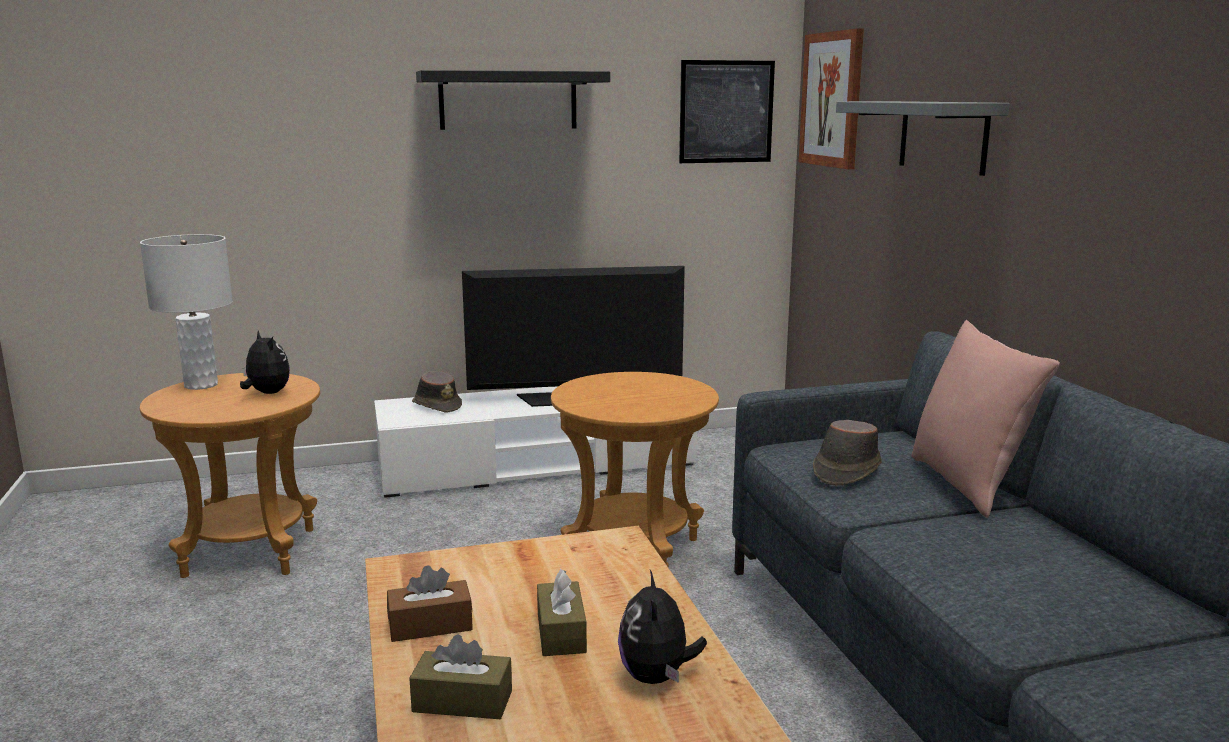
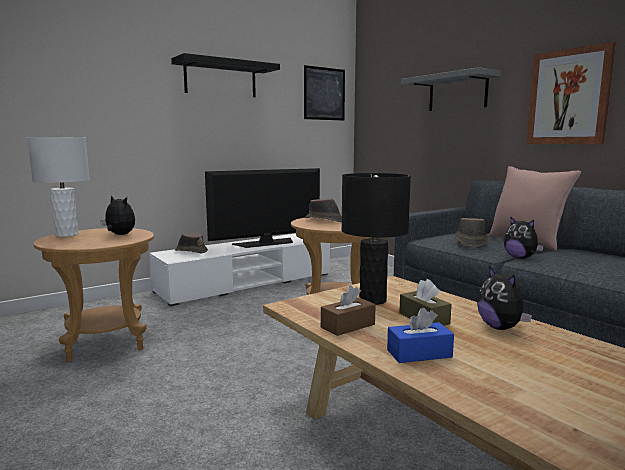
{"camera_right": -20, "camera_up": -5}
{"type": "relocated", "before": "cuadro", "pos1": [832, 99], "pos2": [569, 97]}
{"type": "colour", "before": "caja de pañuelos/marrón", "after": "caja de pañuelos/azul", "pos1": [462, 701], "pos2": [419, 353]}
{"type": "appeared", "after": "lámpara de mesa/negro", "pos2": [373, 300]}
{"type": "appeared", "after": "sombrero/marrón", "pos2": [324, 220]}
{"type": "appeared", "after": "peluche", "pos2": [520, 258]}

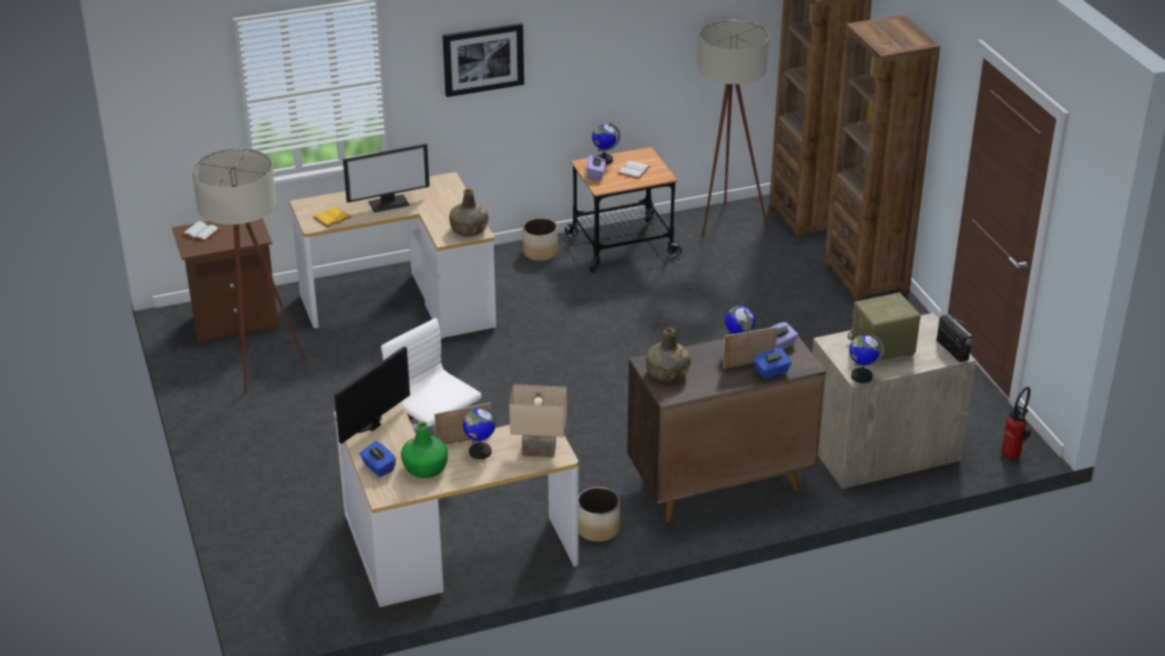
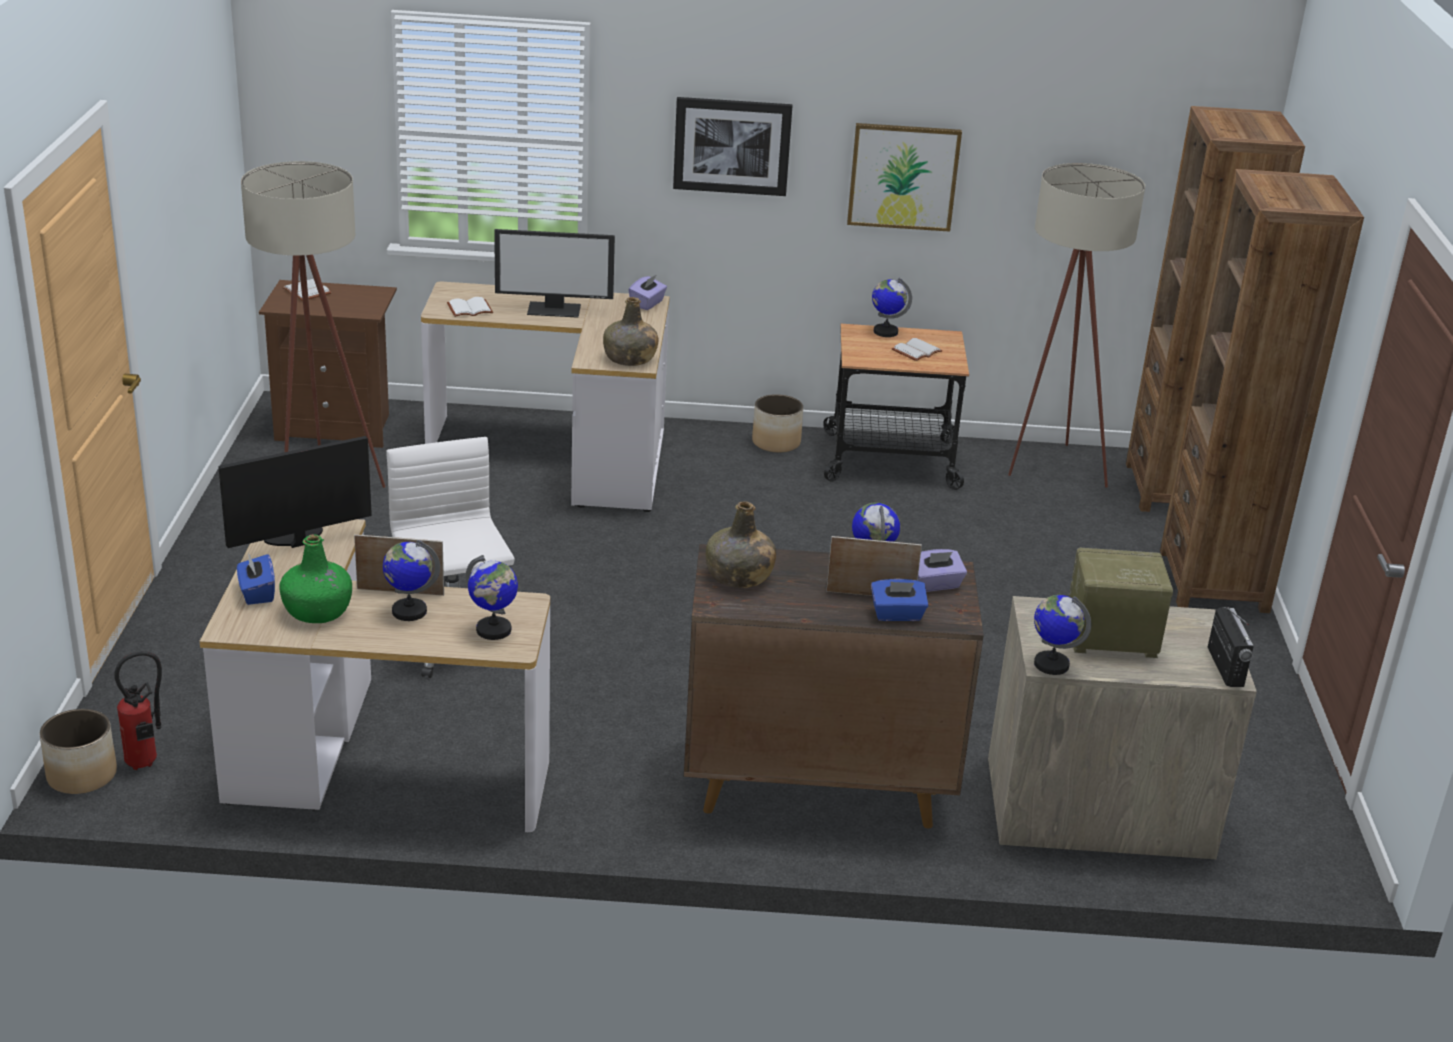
{"camera_right": 20, "camera_up": -5}
{"type": "relocated", "before": "caja de pañuelos/morado", "pos1": [596, 174], "pos2": [647, 303]}
{"type": "colour", "before": "libro/amarillo", "after": "libro/blanco", "pos1": [332, 218], "pos2": [470, 308]}
{"type": "exchanged", "before": "lámpara de mesa/beis", "after": "globo terráqueo", "pos1": [539, 449], "pos2": [493, 630]}
{"type": "relocated", "before": "extintor", "pos1": [1013, 454], "pos2": [147, 763]}
{"type": "relocated", "before": "maceta", "pos1": [598, 528], "pos2": [82, 775]}
{"type": "appeared", "after": "cuadro", "pos2": [903, 176]}

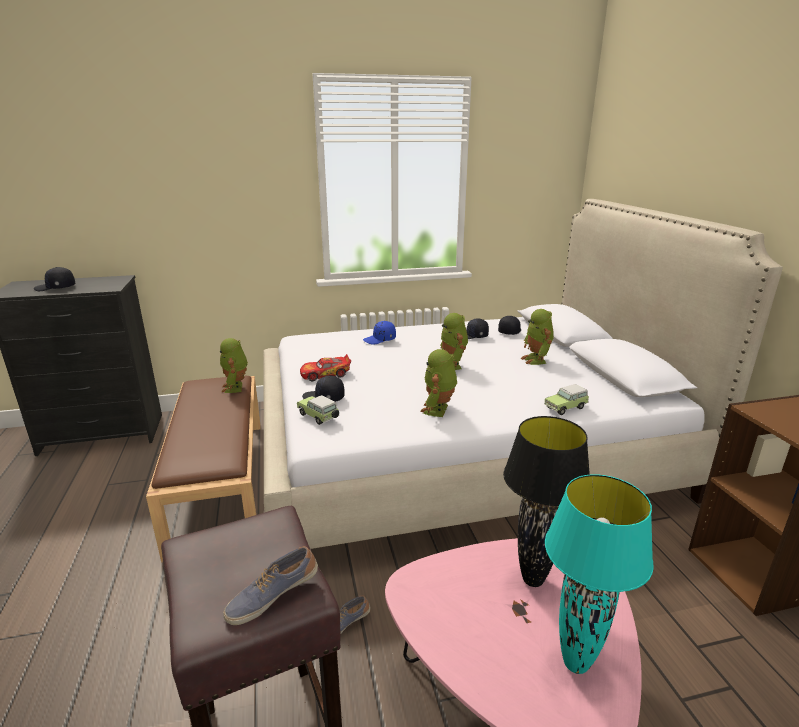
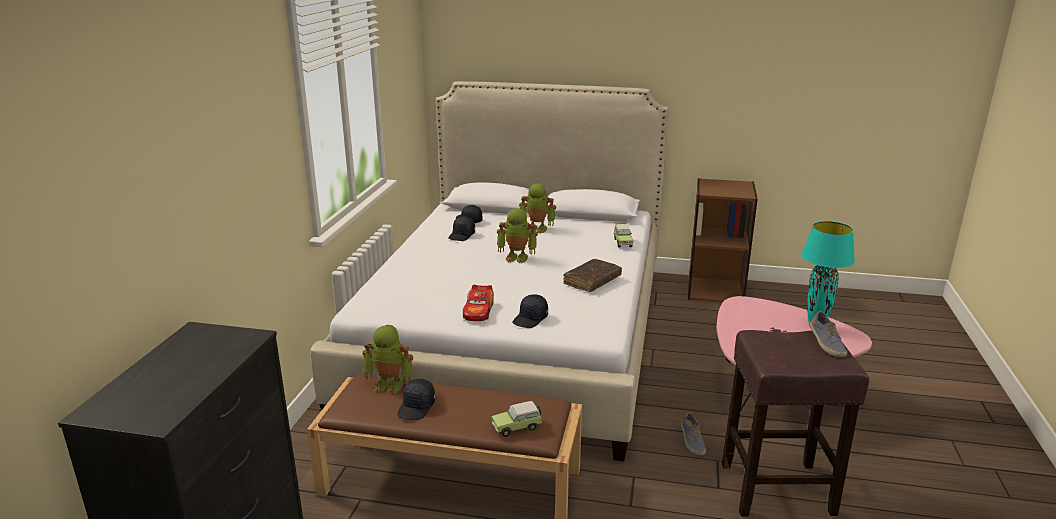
{"camera_right": -65, "camera_up": 0}
{"type": "relocated", "before": "gorra/negro", "pos1": [55, 288], "pos2": [417, 407]}
{"type": "missing", "before": "gorra/azul", "pos1": [380, 340]}
{"type": "exchanged", "before": "robot de juguete", "after": "libro/marrón", "pos1": [438, 410], "pos2": [592, 281]}
{"type": "relocated", "before": "coche de juguete", "pos1": [319, 417], "pos2": [518, 427]}
{"type": "missing", "before": "lámpara de mesa/negro", "pos1": [532, 580]}

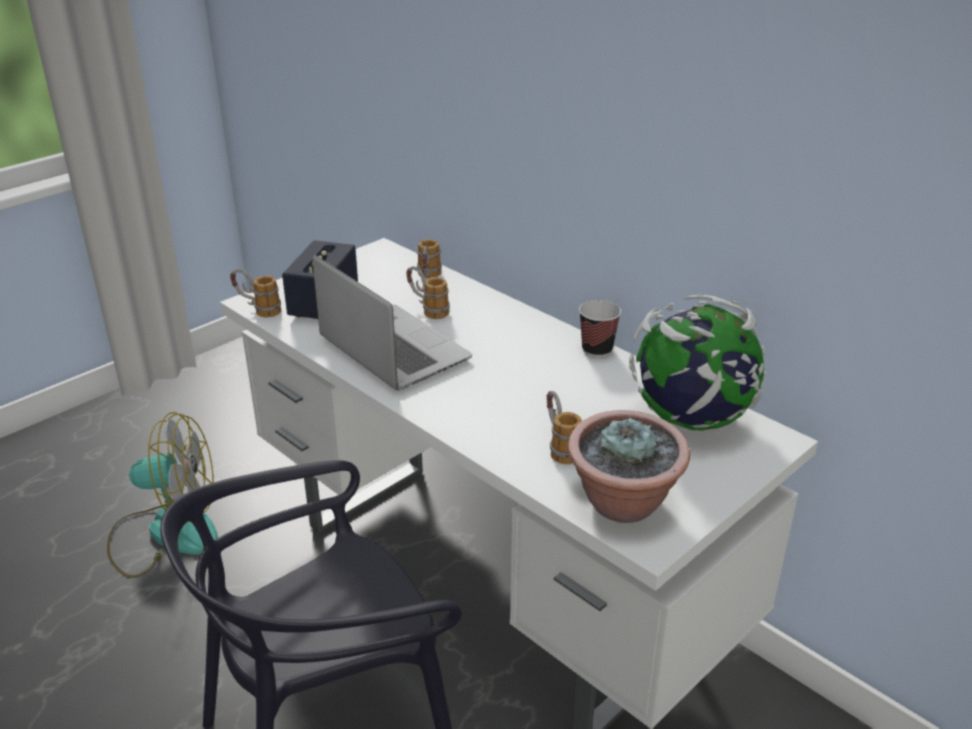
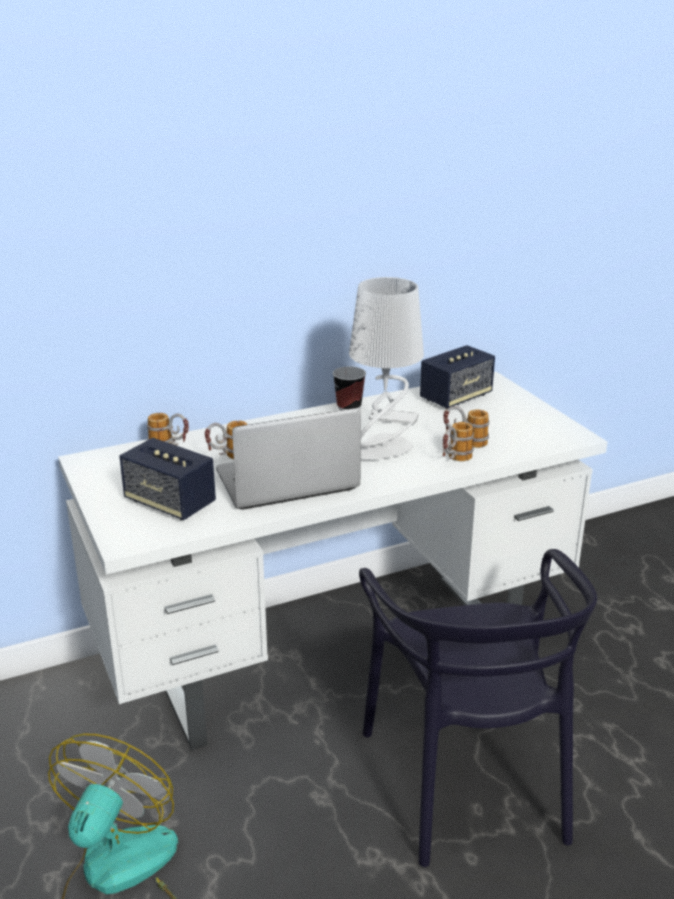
{"camera_right": -70, "camera_up": -5}
{"type": "relocated", "before": "taza grande", "pos1": [257, 310], "pos2": [454, 460]}
{"type": "exchanged", "before": "globo terráqueo", "after": "altavoz", "pos1": [690, 419], "pos2": [456, 397]}
{"type": "missing", "before": "planta en maceta", "pos1": [623, 504]}
{"type": "appeared", "after": "lámpara de mesa/gris", "pos2": [383, 450]}
{"type": "appeared", "after": "móvil", "pos2": [393, 418]}

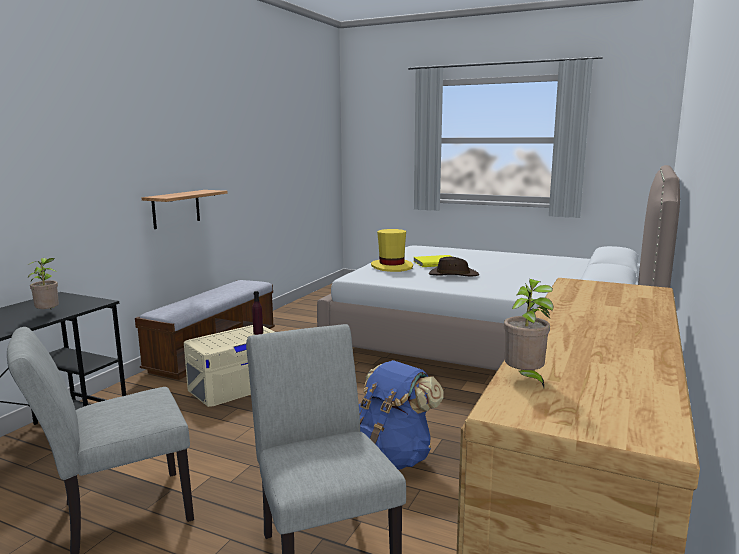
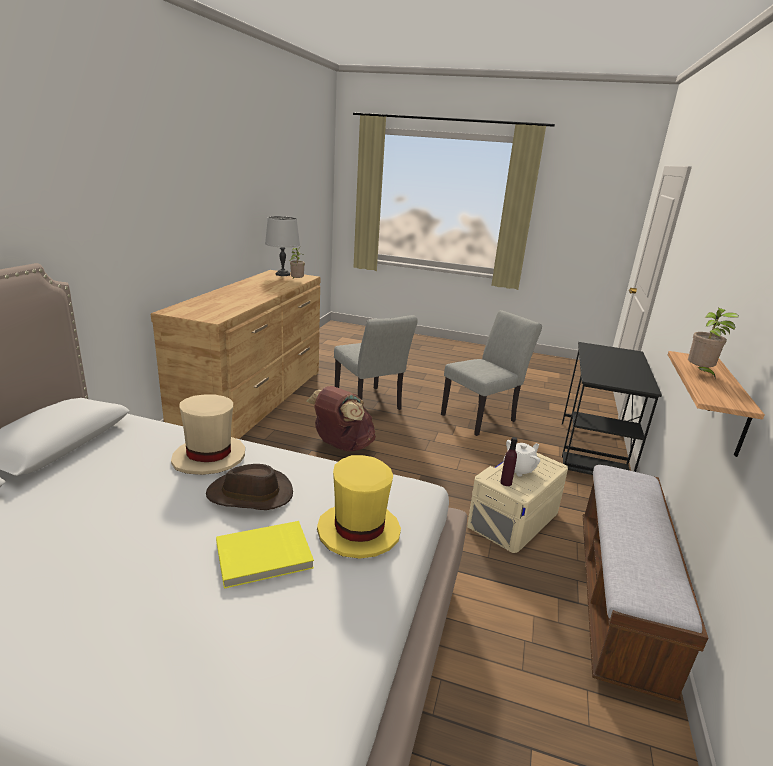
{"camera_right": 170, "camera_up": 10}
{"type": "relocated", "before": "planta en maceta", "pos1": [48, 314], "pos2": [699, 373]}
{"type": "colour", "before": "mochila/azul", "after": "mochila/marrón", "pos1": [390, 458], "pos2": [342, 446]}
{"type": "appeared", "after": "lámpara de mesa/gris", "pos2": [283, 274]}
{"type": "appeared", "after": "sombrero/beis", "pos2": [209, 457]}
{"type": "appeared", "after": "tetera/blanco", "pos2": [519, 469]}

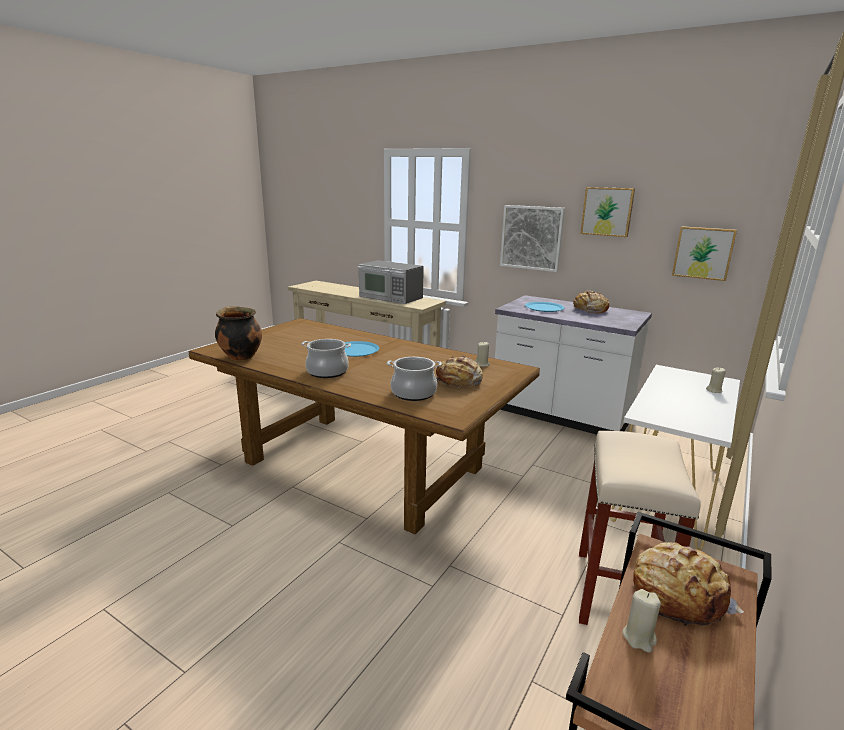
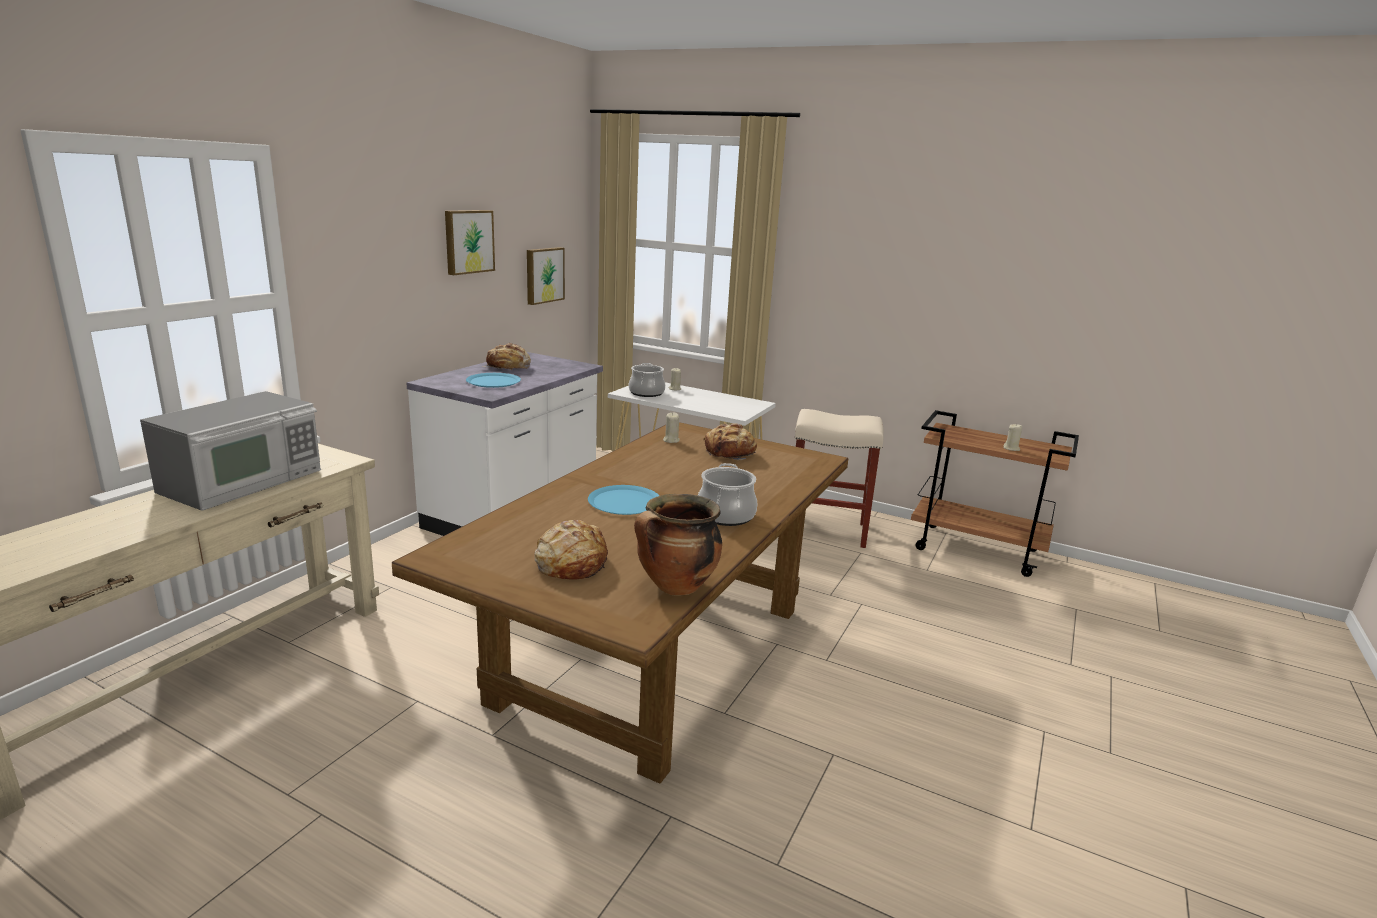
{"camera_right": -95, "camera_up": 0}
{"type": "missing", "before": "cuadro", "pos1": [531, 237]}
{"type": "relocated", "before": "olla", "pos1": [413, 393], "pos2": [646, 393]}
{"type": "relocated", "before": "pan", "pos1": [678, 594], "pos2": [571, 562]}

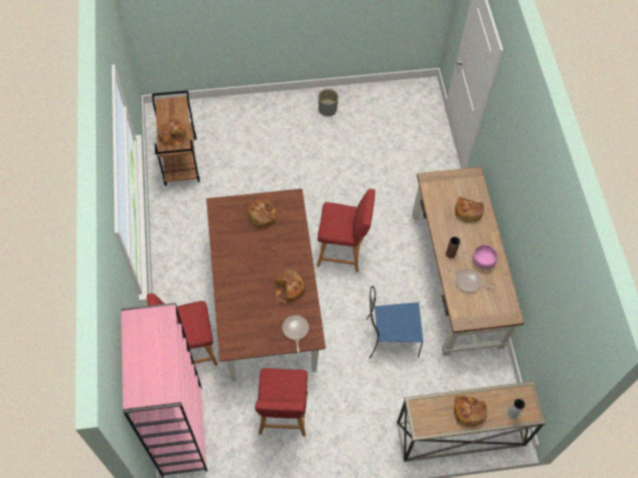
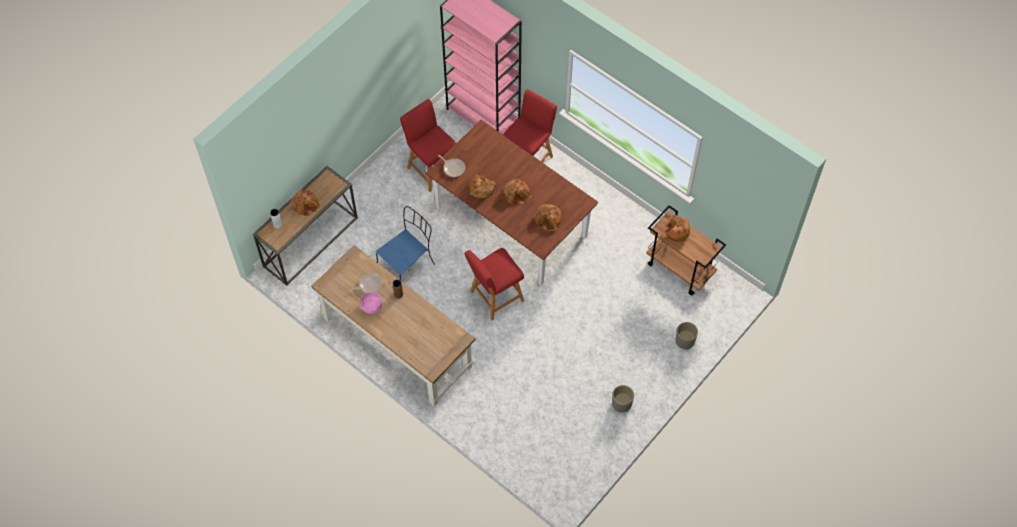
{"camera_right": 140, "camera_up": 0}
{"type": "relocated", "before": "pan", "pos1": [468, 211], "pos2": [517, 194]}
{"type": "appeared", "after": "maceta/gris", "pos2": [685, 341]}

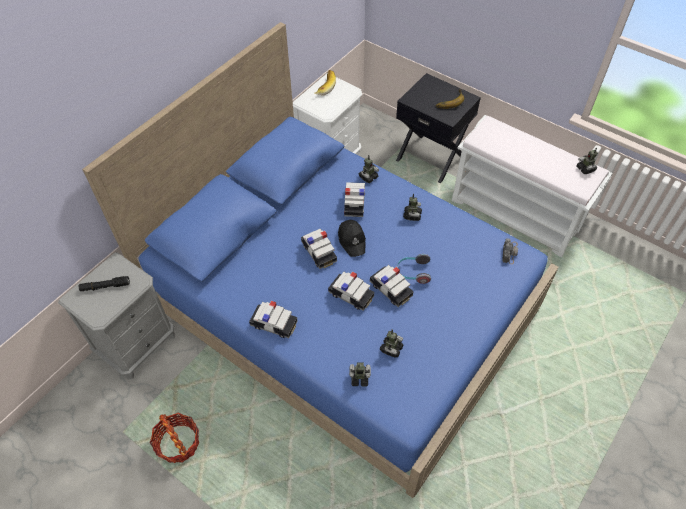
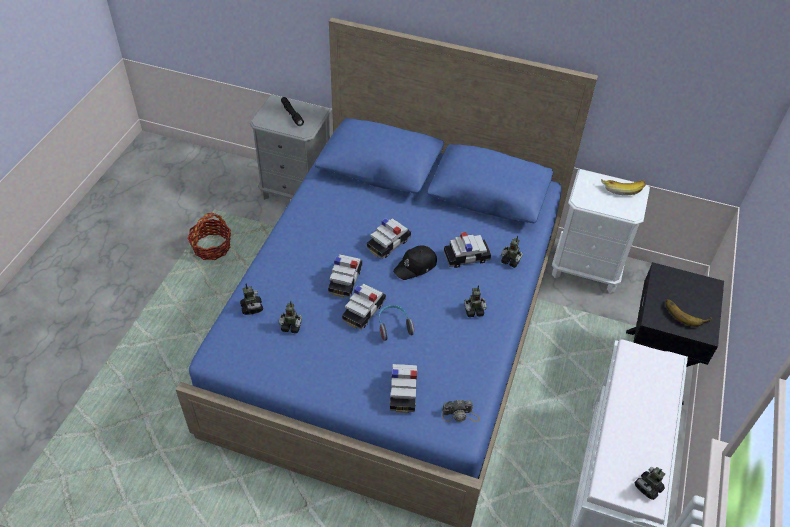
{"camera_right": 70, "camera_up": -5}
{"type": "relocated", "before": "coche de juguete", "pos1": [274, 324], "pos2": [403, 392]}

